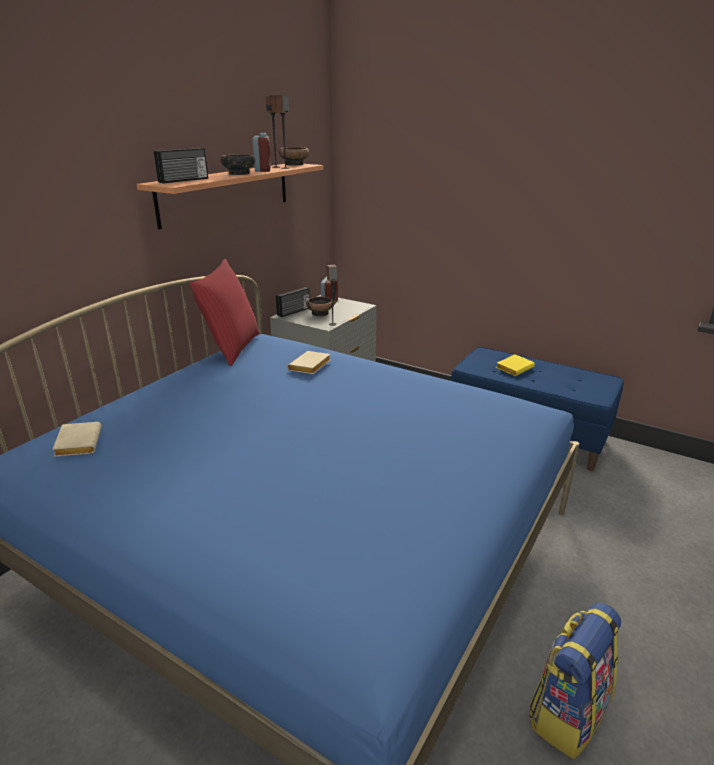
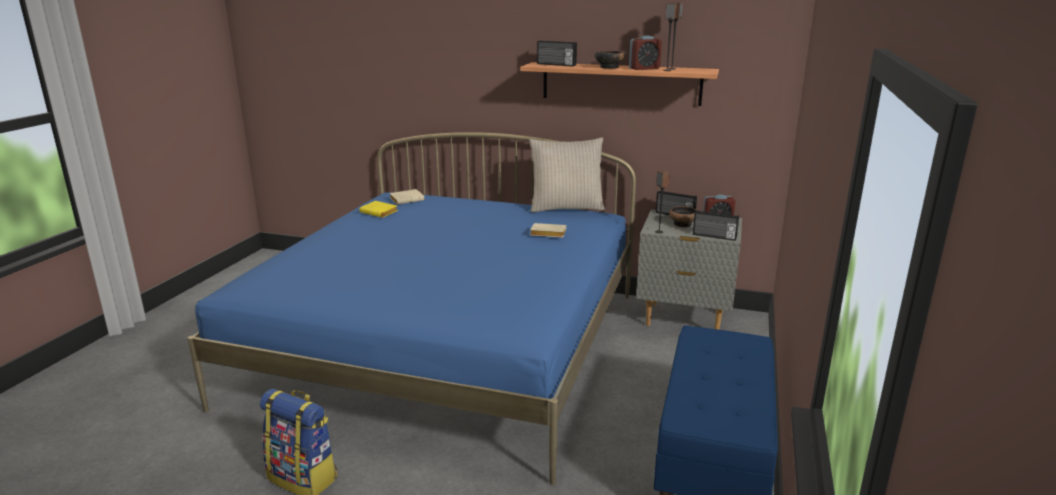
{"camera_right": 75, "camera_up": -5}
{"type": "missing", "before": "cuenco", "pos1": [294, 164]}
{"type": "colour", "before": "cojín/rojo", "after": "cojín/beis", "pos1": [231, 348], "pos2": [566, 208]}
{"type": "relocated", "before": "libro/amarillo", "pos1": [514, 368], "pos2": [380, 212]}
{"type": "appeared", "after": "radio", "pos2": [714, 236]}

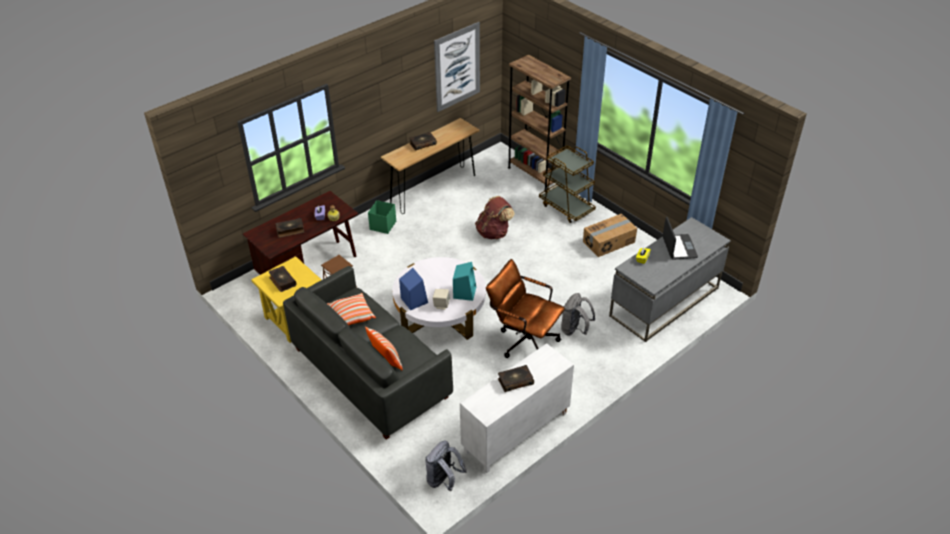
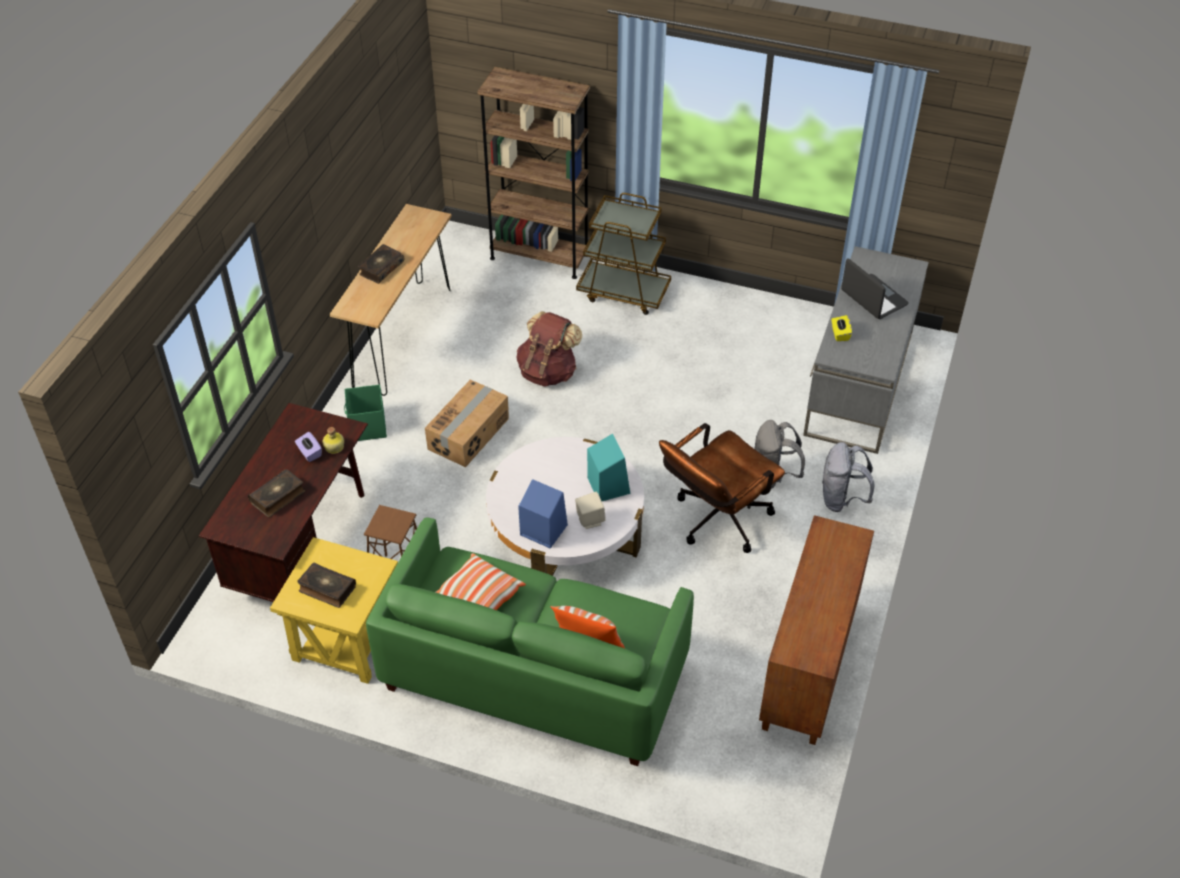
{"camera_right": -30, "camera_up": 5}
{"type": "missing", "before": "cuadro", "pos1": [457, 67]}
{"type": "relocated", "before": "caja de cartón", "pos1": [609, 242], "pos2": [469, 434]}
{"type": "spun", "before": "silla de oficina/marrón", "pos1": [523, 340], "pos2": [716, 522], "turn": -45}
{"type": "colour", "before": "sofá/gris", "after": "sofá/verde", "pos1": [370, 373], "pos2": [533, 674]}
{"type": "colour", "before": "armario/blanco", "after": "armario/marrón", "pos1": [516, 433], "pos2": [809, 667]}
{"type": "missing", "before": "libro", "pos1": [515, 381]}
{"type": "relocated", "before": "mochila/gris", "pos1": [443, 480], "pos2": [841, 499]}

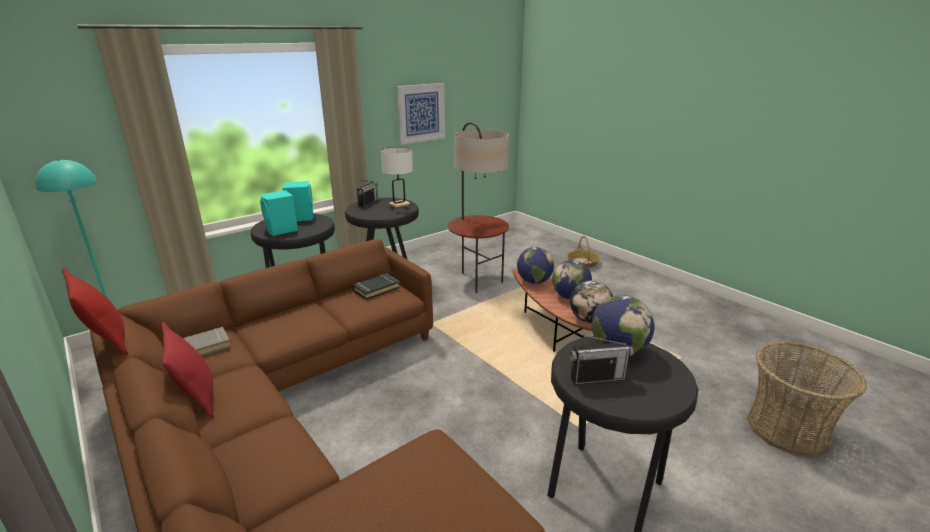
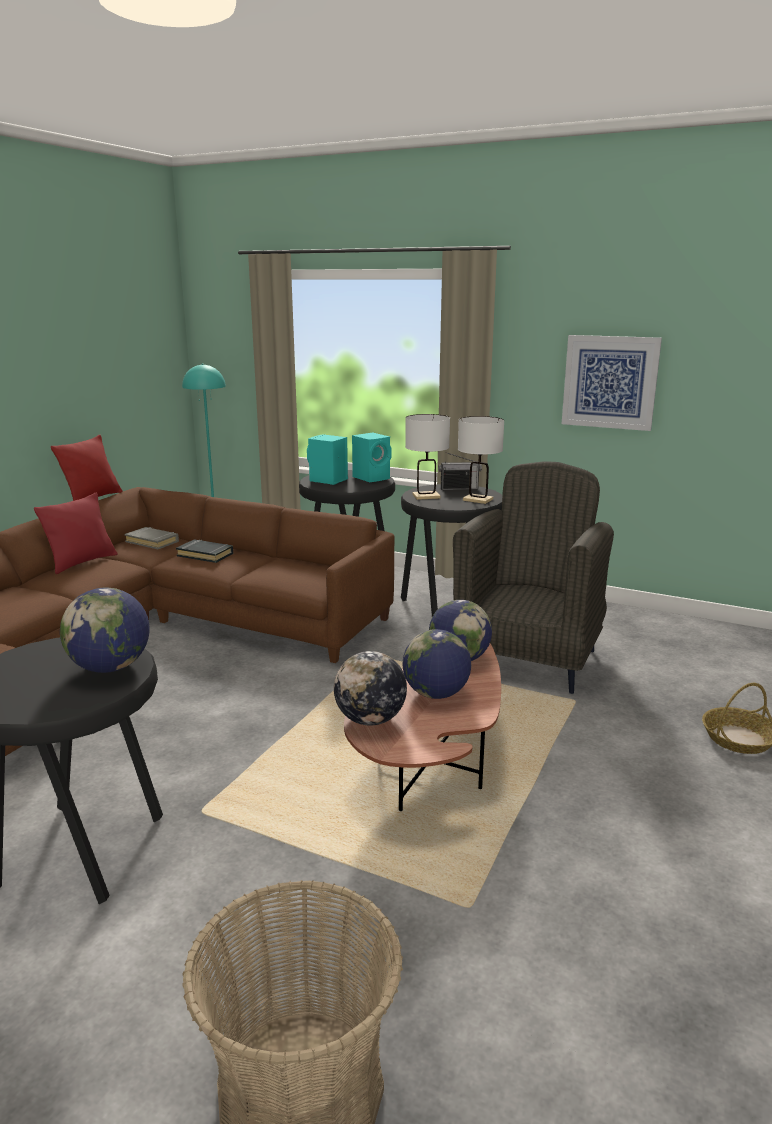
{"camera_right": 65, "camera_up": -5}
{"type": "exchanged", "before": "lámpara de pie", "after": "sillón/gris", "pos1": [477, 281], "pos2": [527, 658]}
{"type": "relocated", "before": "libro/negro", "pos1": [376, 289], "pos2": [205, 555]}
{"type": "missing", "before": "radio", "pos1": [597, 378]}
{"type": "appeared", "after": "lámpara de mesa/blanco", "pos2": [426, 496]}

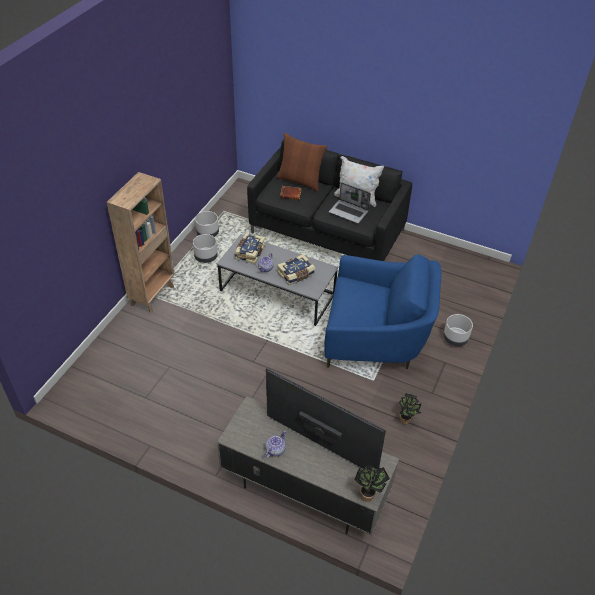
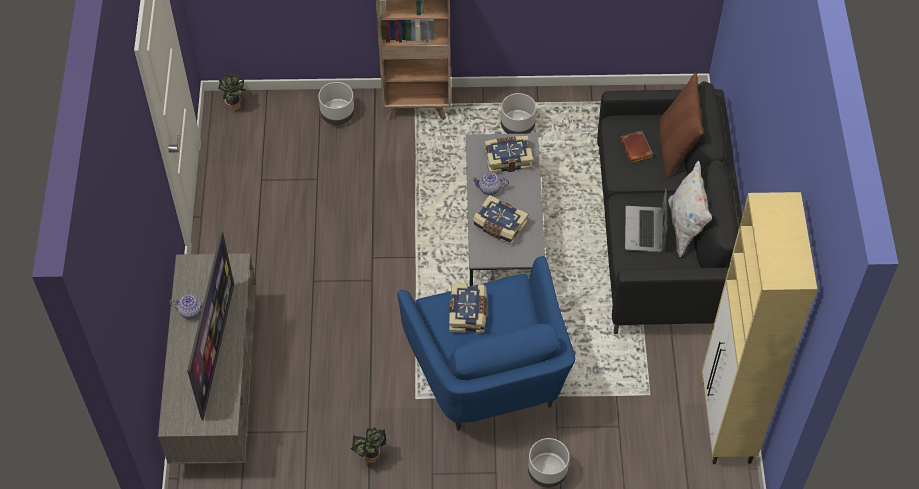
{"camera_right": 65, "camera_up": 10}
{"type": "relocated", "before": "maceta/gris", "pos1": [208, 233], "pos2": [338, 114]}
{"type": "relocated", "before": "planta en maceta", "pos1": [368, 494], "pos2": [235, 106]}
{"type": "appeared", "after": "armario/beis", "pos2": [726, 424]}
{"type": "appeared", "after": "libro", "pos2": [468, 313]}

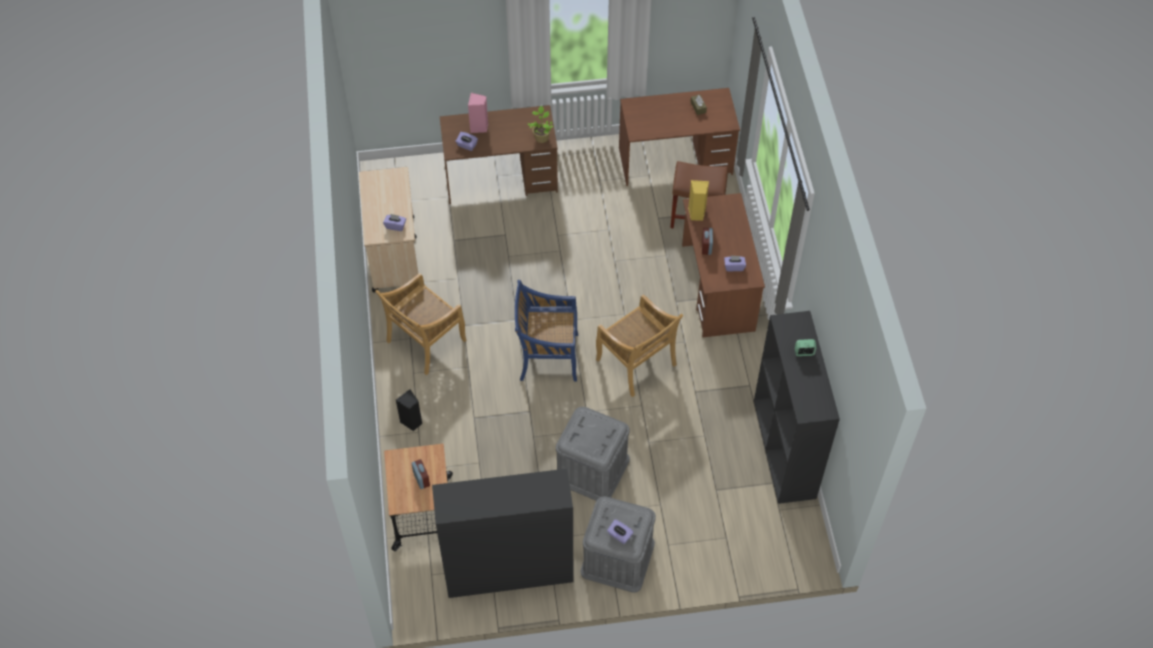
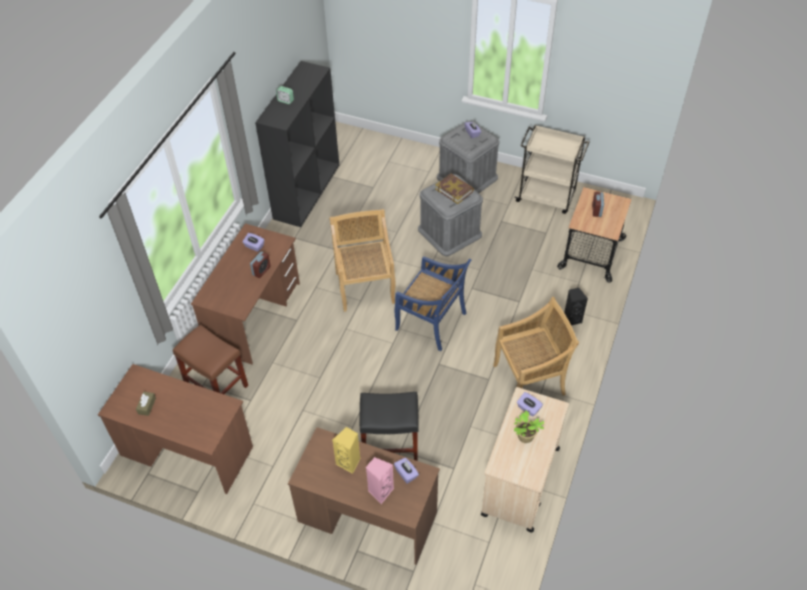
{"camera_right": -150, "camera_up": -5}
{"type": "relocated", "before": "planta en maceta", "pos1": [541, 137], "pos2": [525, 437]}
{"type": "relocated", "before": "altavoz/amarillo", "pos1": [696, 213], "pos2": [349, 462]}
{"type": "exchanged", "before": "estantería/negro", "after": "carrito/beis", "pos1": [508, 572], "pos2": [547, 197]}
{"type": "appeared", "after": "libro", "pos2": [454, 190]}
{"type": "appeared", "after": "taburete/negro", "pos2": [391, 444]}

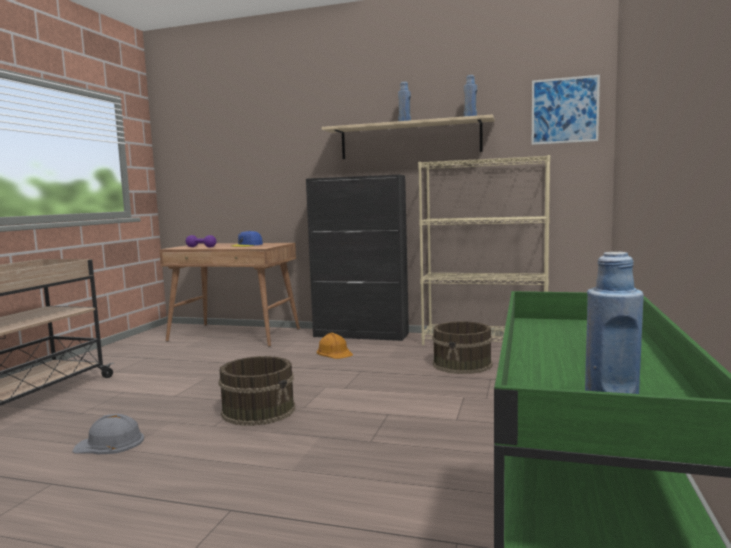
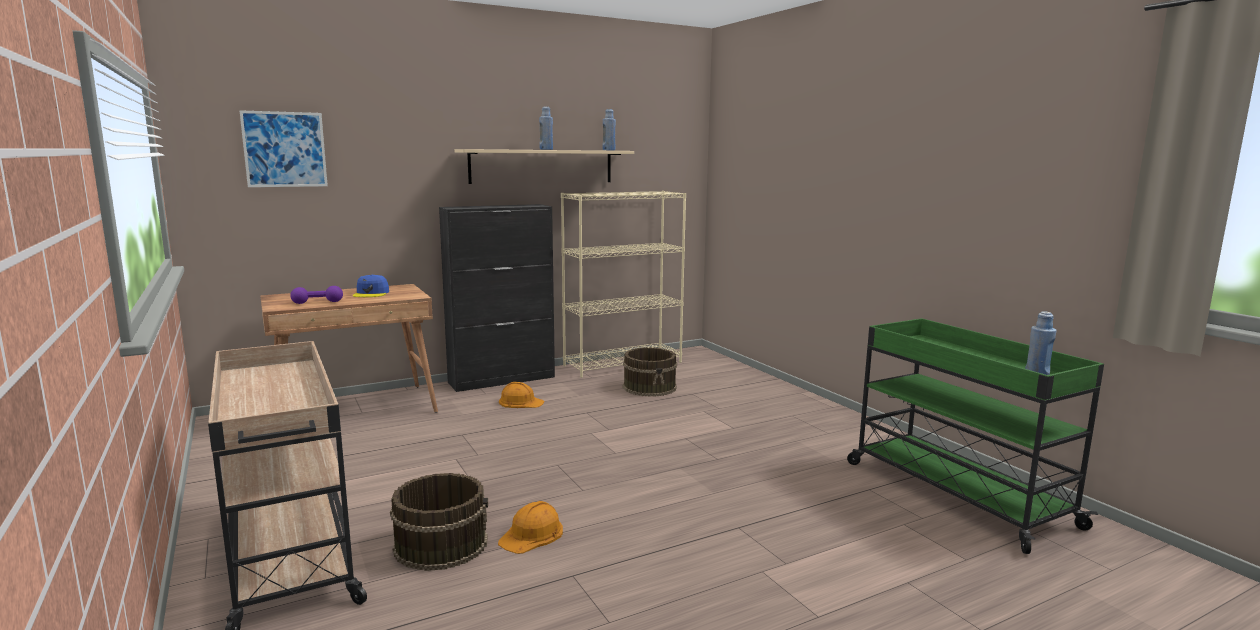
{"camera_right": -45, "camera_up": 5}
{"type": "relocated", "before": "cuadro", "pos1": [564, 110], "pos2": [285, 149]}
{"type": "relocated", "before": "cubo/marrón", "pos1": [259, 410], "pos2": [441, 544]}
{"type": "colour", "before": "casco/gris", "after": "casco/naranja", "pos1": [110, 443], "pos2": [532, 534]}

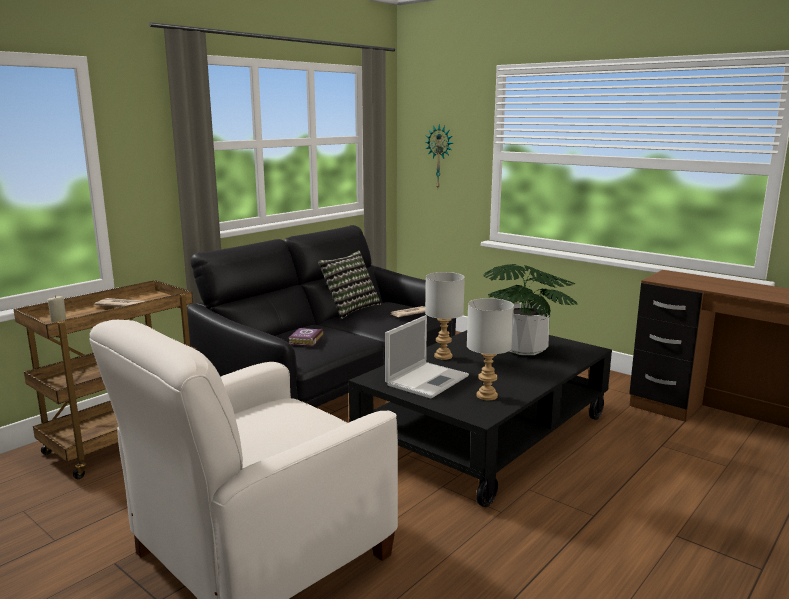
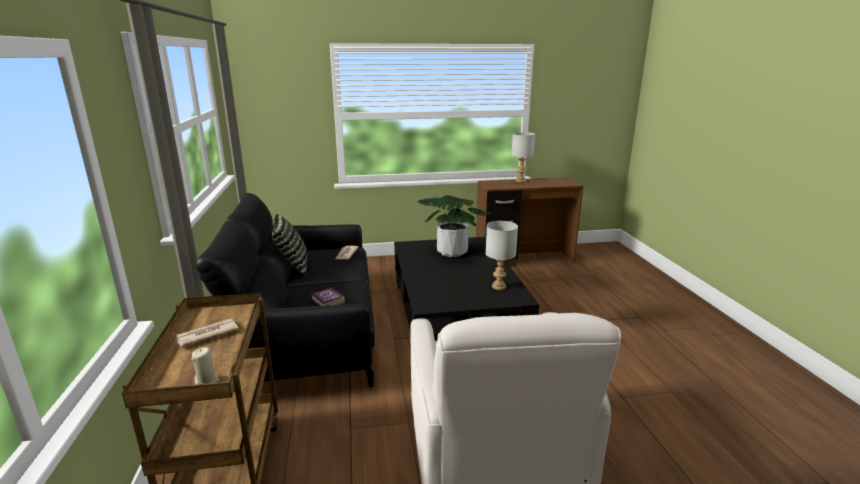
{"camera_right": -50, "camera_up": 5}
{"type": "missing", "before": "reloj de pared", "pos1": [440, 157]}
{"type": "relocated", "before": "lámpara de mesa/gris", "pos1": [443, 356], "pos2": [520, 181]}
{"type": "missing", "before": "portátil", "pos1": [428, 380]}

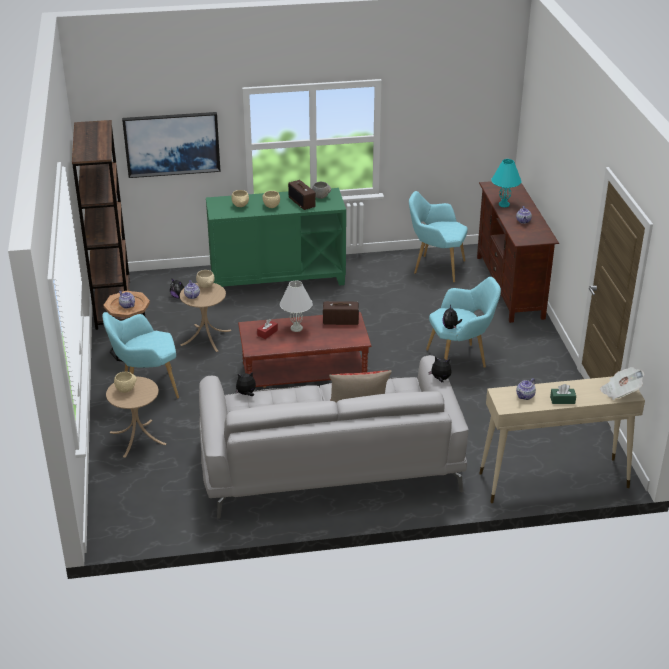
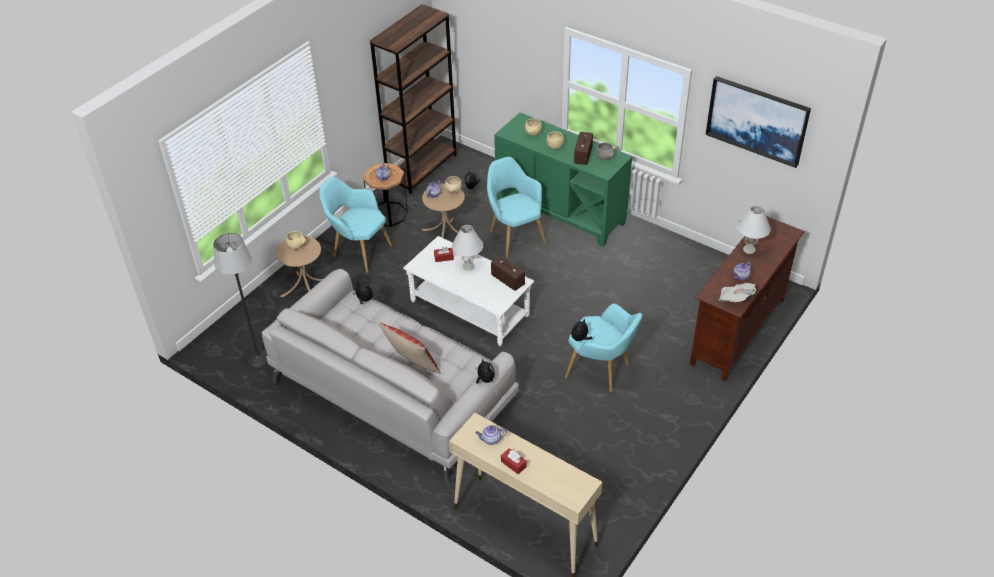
{"camera_right": 45, "camera_up": 10}
{"type": "relocated", "before": "cuadro", "pos1": [172, 144], "pos2": [757, 120]}
{"type": "colour", "before": "lámpara de mesa/turquesa", "after": "lámpara de mesa/blanco", "pos1": [504, 204], "pos2": [749, 250]}
{"type": "relocated", "before": "sillón/turquesa", "pos1": [435, 267], "pos2": [514, 235]}
{"type": "colour", "before": "mesa de centro/marrón", "after": "mesa de centro/blanco", "pos1": [304, 375], "pos2": [469, 308]}
{"type": "relocated", "before": "periódico", "pos1": [620, 392], "pos2": [735, 298]}
{"type": "colour", "before": "caja de pañuelos/verde", "after": "caja de pañuelos/rojo", "pos1": [562, 400], "pos2": [513, 464]}
{"type": "appeared", "after": "lámpara de pie", "pos2": [258, 358]}

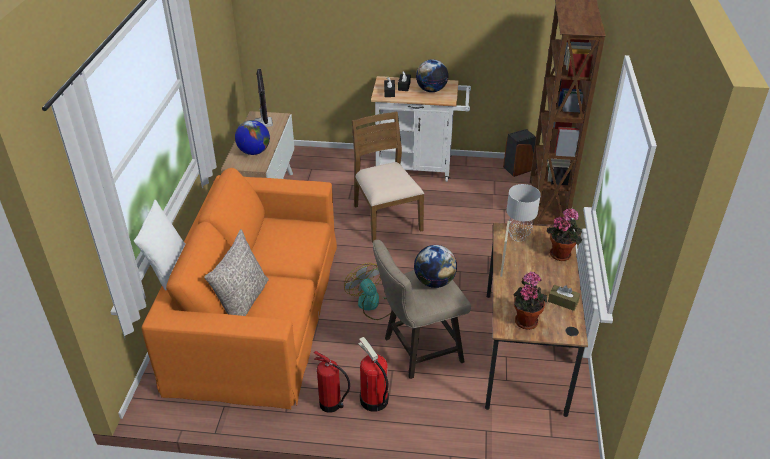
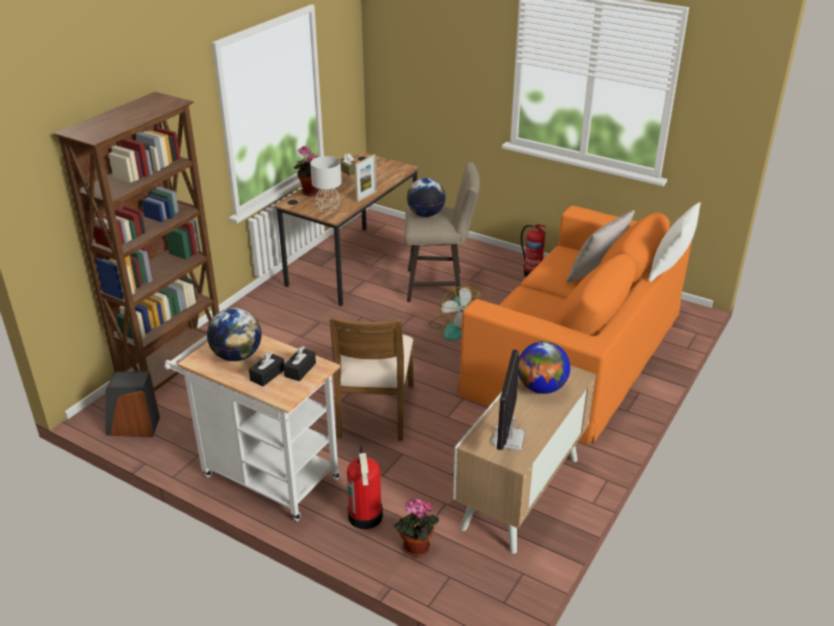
{"camera_right": -155, "camera_up": -5}
{"type": "relocated", "before": "planta en maceta", "pos1": [525, 320], "pos2": [415, 549]}
{"type": "relocated", "before": "extintor", "pos1": [373, 400], "pos2": [366, 516]}

